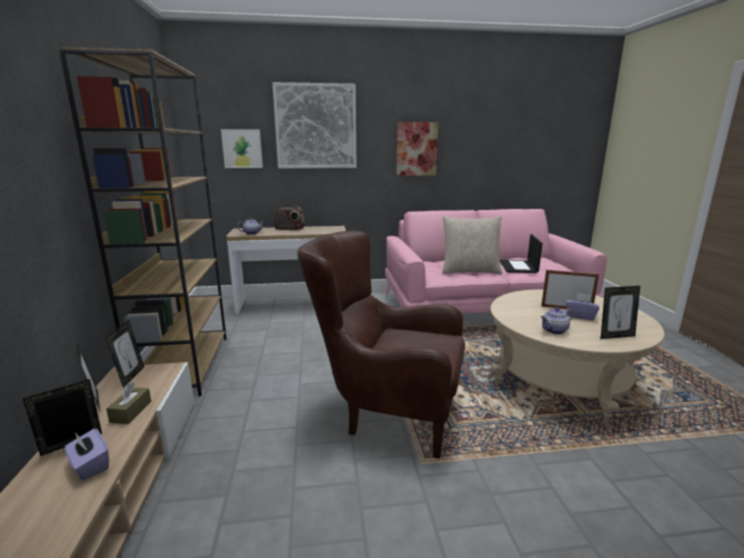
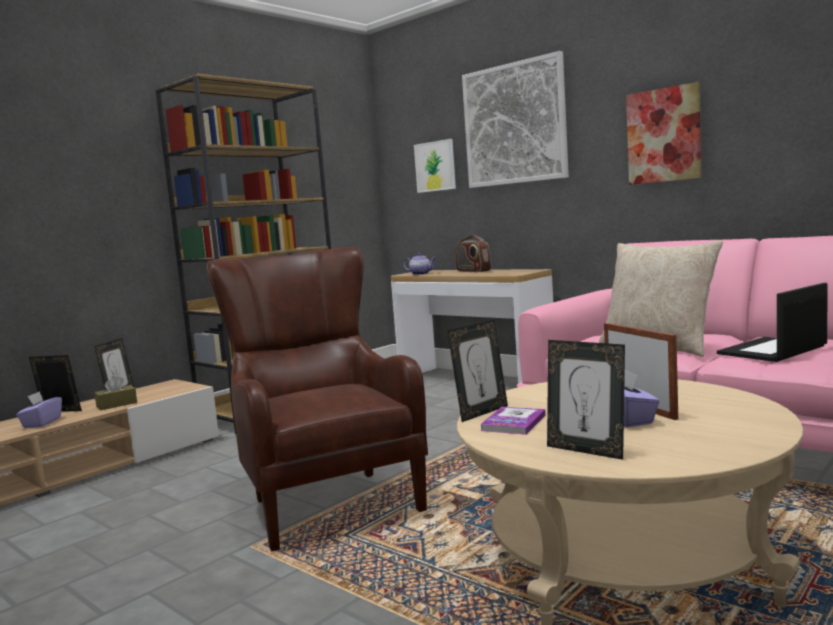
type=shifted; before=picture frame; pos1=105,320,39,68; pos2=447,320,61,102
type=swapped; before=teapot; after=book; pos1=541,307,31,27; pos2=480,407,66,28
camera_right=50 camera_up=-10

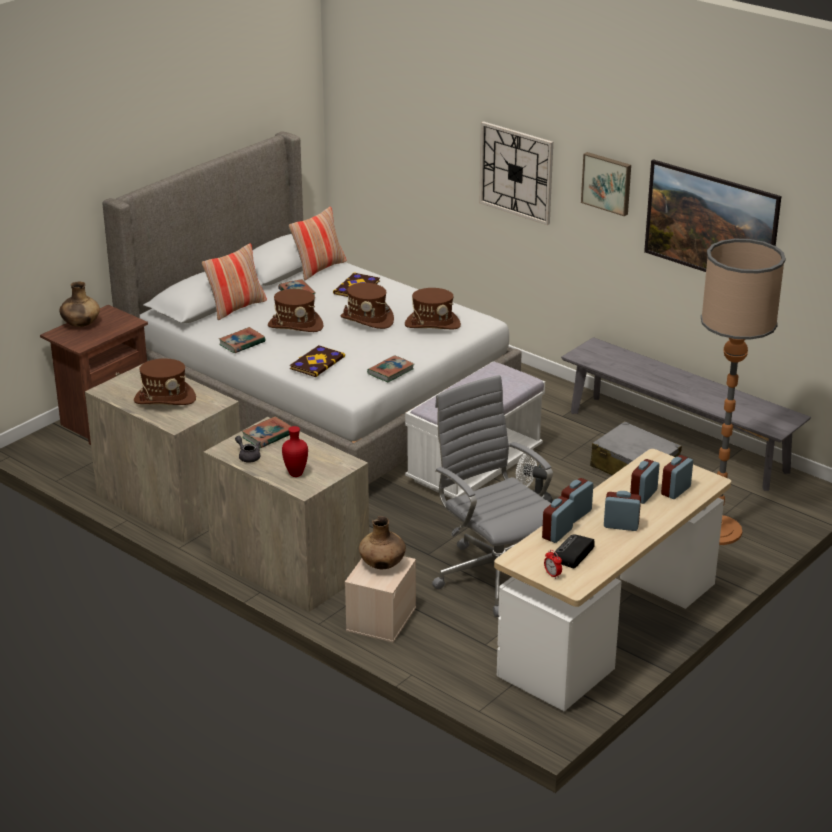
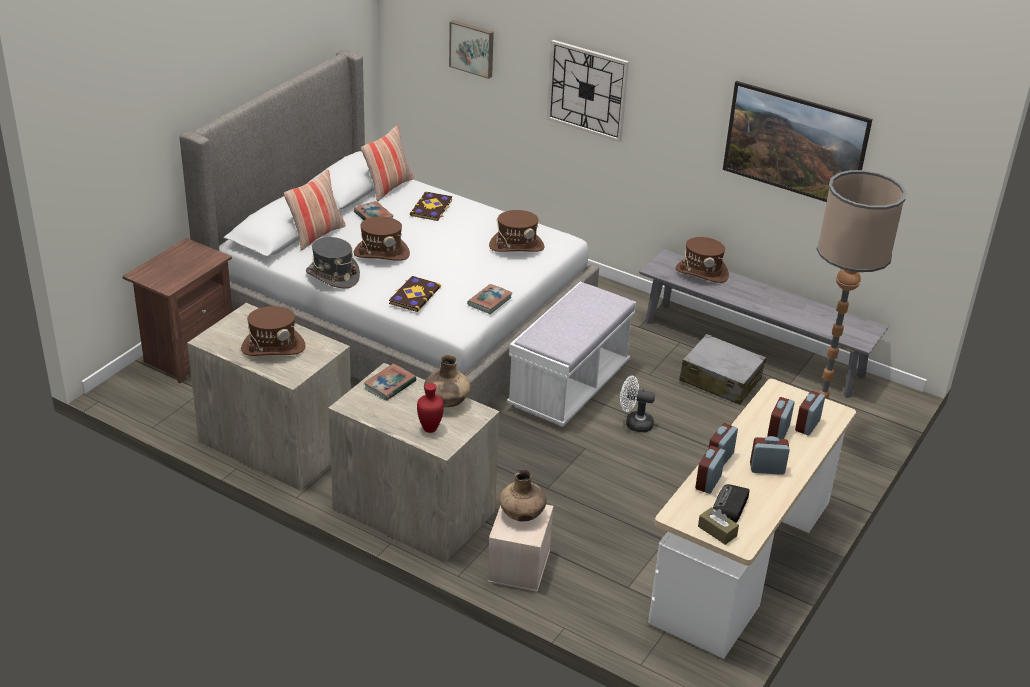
type=gone; before=teapot in grey; pos1=235,436,25,27
type=gone; before=office chair in grey; pos1=432,375,121,242
type=shifted; before=vase in brown; pos1=59,282,41,45; pos2=424,355,47,52
type=shifted; before=hat in brown; pos1=341,283,53,46; pos2=676,237,53,46
type=shifted; before=picture; pos1=581,152,50,64; pos2=449,20,45,59
type=swapped; before=book; after=hat in grey; pos1=219,327,47,26; pos2=306,237,54,51
type=swapped; before=alarm clock; after=tissue box in brown; pos1=544,550,18,29; pos2=698,507,41,38
camera_right=-10 camera_up=5

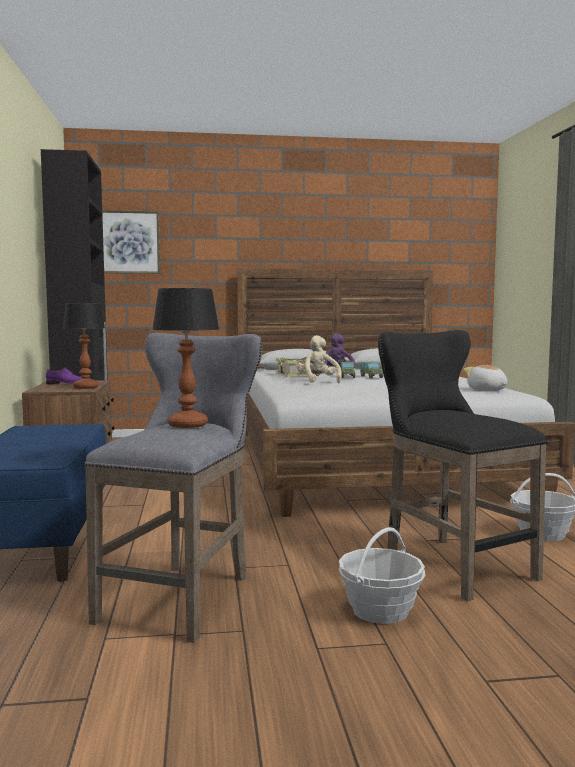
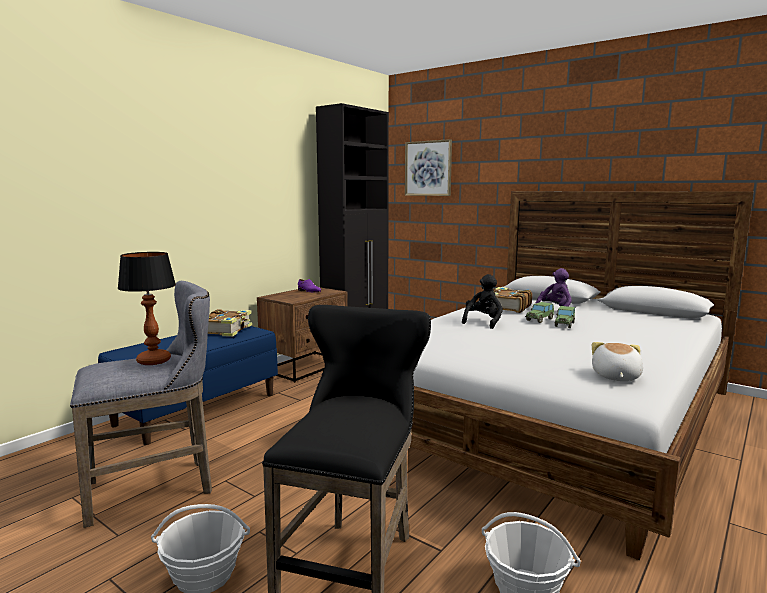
type=gone; before=table lamp; pos1=62,303,43,86
type=new; after=book; pos2=208,309,44,28
type=repainted; before=plush toy in beige; after=plush toy in black; pos1=297,335,45,48; pos2=462,274,41,55
camera_right=45 camera_up=5

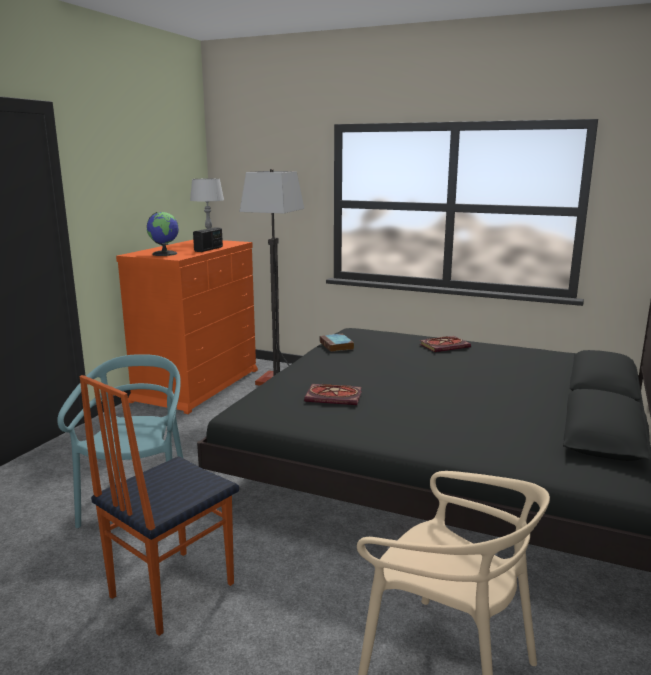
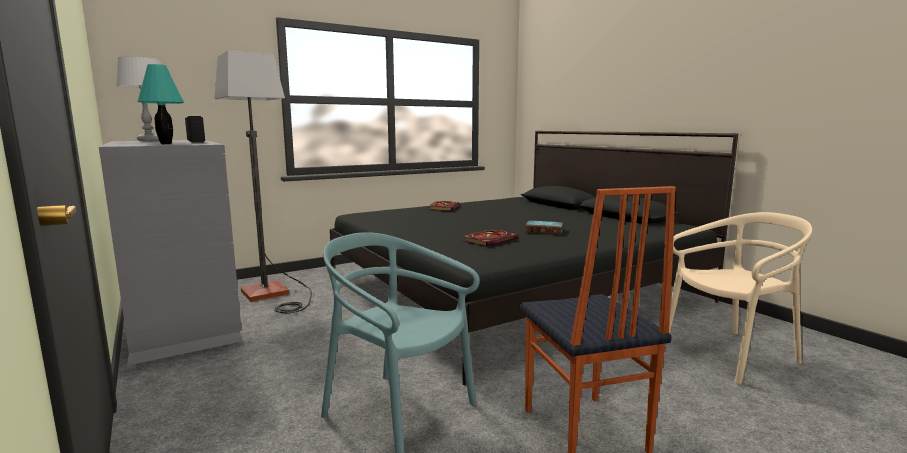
type=shifted; before=book; pos1=319,334,35,18; pos2=525,220,38,15
type=swapped; before=globe; after=table lamp in turquoise; pos1=147,212,32,44; pos2=137,64,47,80
type=repainted; before=dresser in orange; after=dresser in grey; pos1=116,240,142,174; pos2=99,140,144,230
camera_right=-55 camera_up=-5

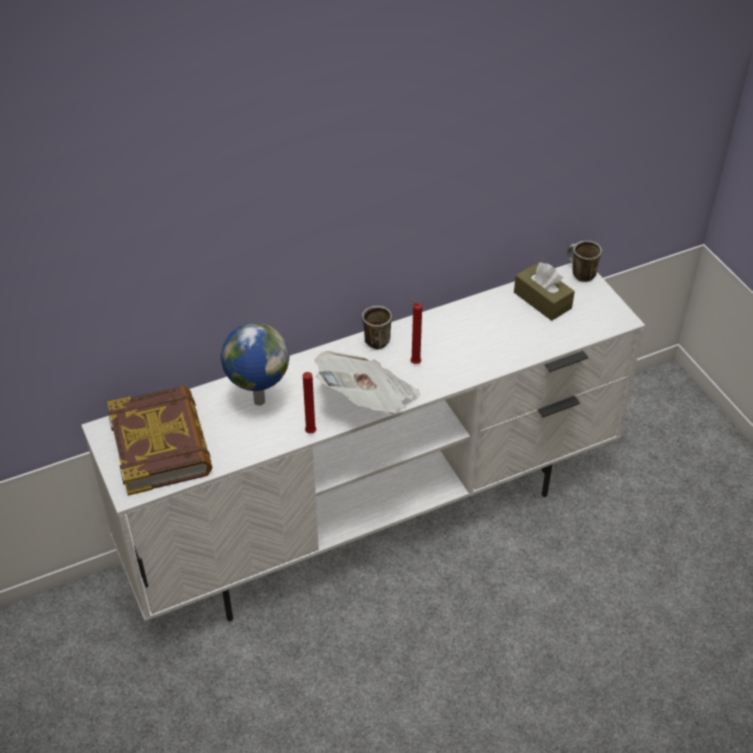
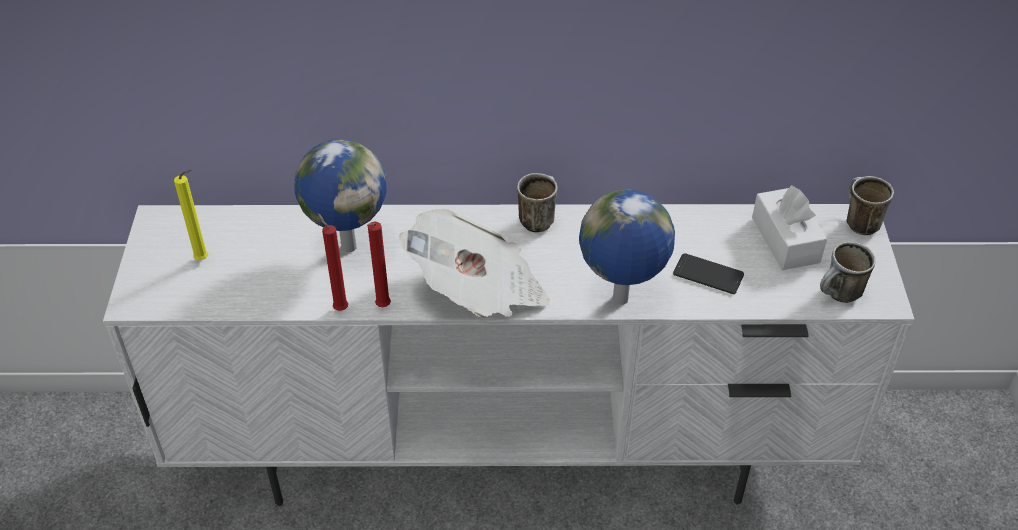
type=new; after=globe; pos2=579,189,96,116
type=new; after=phone; pos2=673,253,71,41
type=new; after=mug; pos2=820,241,56,62
type=shifted; before=candle in red; pos1=408,297,14,67; pos2=318,213,30,98
type=swapped; before=book; after=candle in yellow; pos1=107,386,105,110; pos2=174,170,34,90
type=repainted; before=tissue box in brown; after=tissue box in white; pos1=514,262,61,59; pos2=752,184,75,86
camera_right=25 camera_up=0

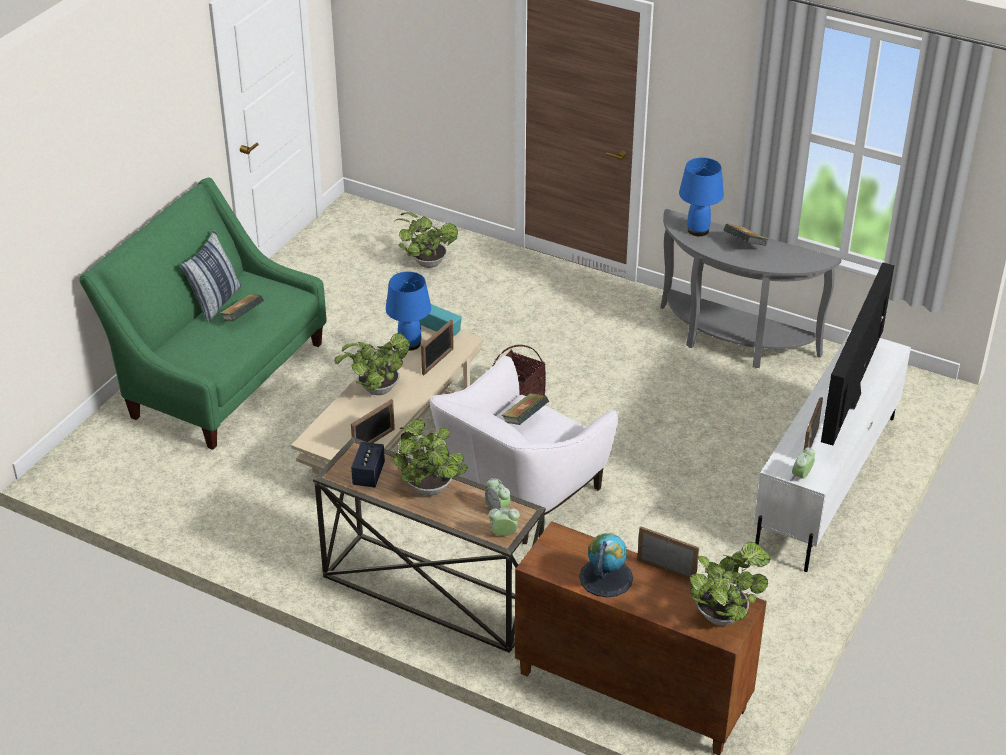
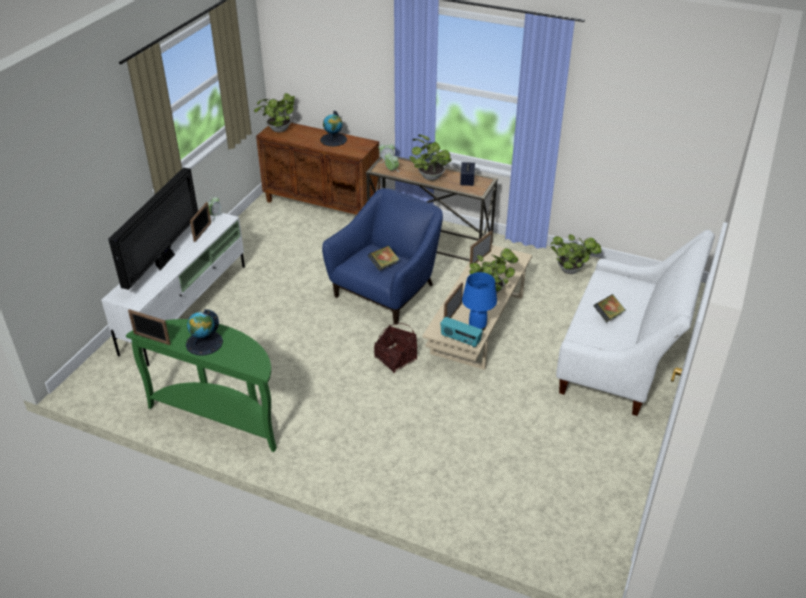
type=gone; before=pillow; pos1=180,230,62,92
type=gone; before=table lamp in blue; pos1=679,158,45,78
type=shifted; before=potted plant; pos1=395,212,63,56; pos2=550,234,52,40
type=shifted; before=picture frame; pos1=637,526,62,54; pos2=128,309,42,36
type=swapped; before=book; after=globe; pos1=724,224,45,22; pos2=186,309,37,46
type=repainted; before=sofa in green; after=sofa in white; pos1=79,177,247,273; pos2=556,230,159,186
type=repainted; before=armchair in white; after=armchair in blue; pos1=430,356,189,188; pos2=322,188,121,136
type=repainted; before=console table in grey; after=console table in green; pos1=660,209,182,159; pos2=126,319,151,133
camera_right=175 camera_up=0

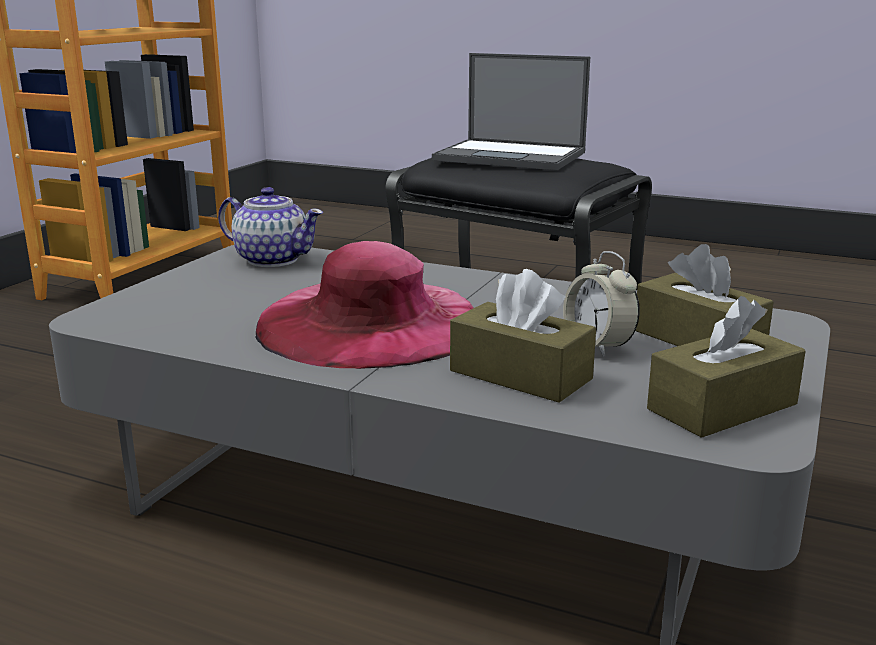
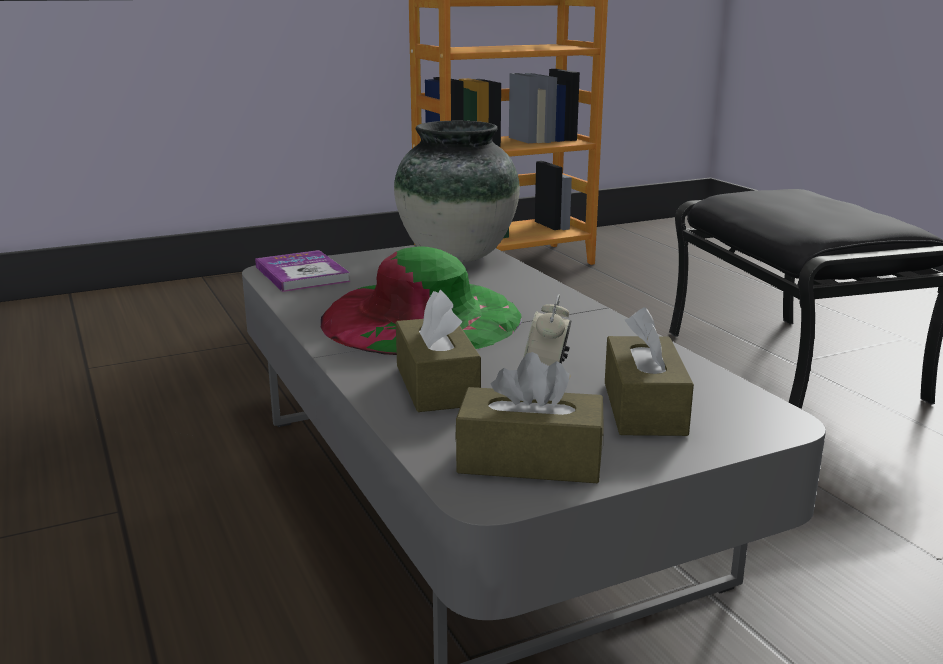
type=gone; before=laptop; pos1=432,53,158,117
type=new; after=book; pos2=255,250,95,42
type=swapped; before=teapot; after=vase; pos1=218,187,105,80; pos2=394,121,126,142
type=repainted; before=hat in pink; after=hat in green; pos1=255,241,219,128; pos2=321,247,201,108
camera_right=40 camera_up=0

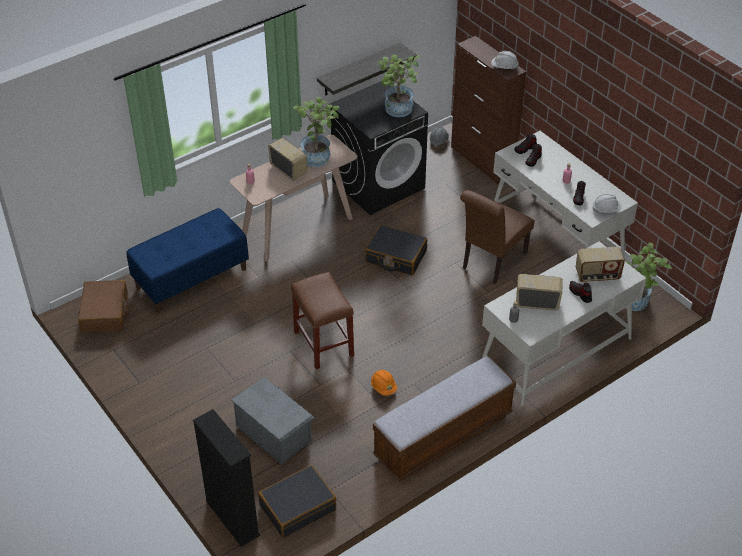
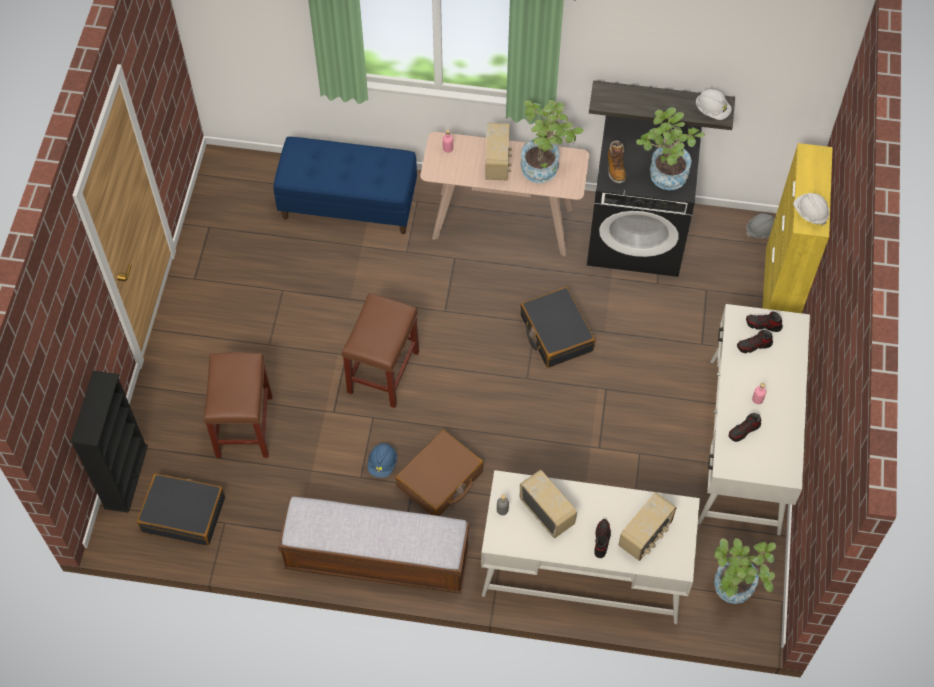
type=gone; before=chair in brown; pos1=460,190,74,94
type=new; after=boot; pos2=608,140,18,43
type=shifted; before=suitcase in brown; pos1=78,280,51,52; pos2=395,430,88,86
type=shifted; before=hard hat in white; pos1=592,193,30,20; pos2=696,89,36,31
type=swapped; before=storage box in grey; after=stool in brown; pos1=231,377,83,88; pos2=204,352,69,106
type=repainted; before=hard hat in orange; after=hard hat in blue; pos1=371,369,26,27; pos2=368,443,29,35
type=repainted; before=cabinet in brown; after=cabinet in yellow; pos1=451,36,75,148; pos2=762,143,71,170
type=rotated; before=radio; pos1=576,247,49,35; pos2=618,492,59,69; turn=-90
camera_right=45 camera_up=15

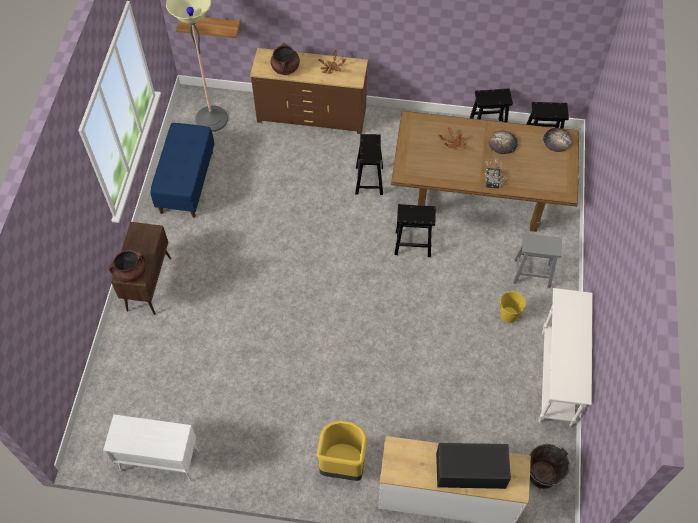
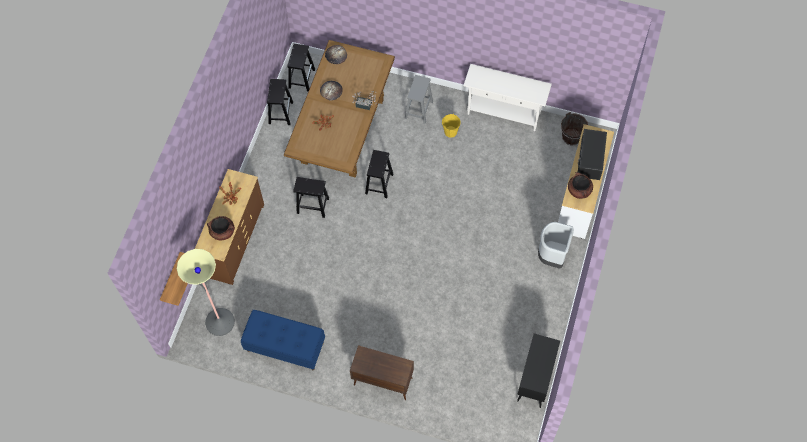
type=shifted; before=cooking pot in brown; pos1=109,250,36,33; pos2=568,172,25,27
type=repainted; before=cabinet in white; after=cabinet in black; pos1=103,415,96,66; pos2=517,334,43,74
type=repainted; before=trash can in yellow; after=trash can in grey; pos1=317,420,50,61; pos2=538,222,36,47
camera_right=-80 camera_up=5

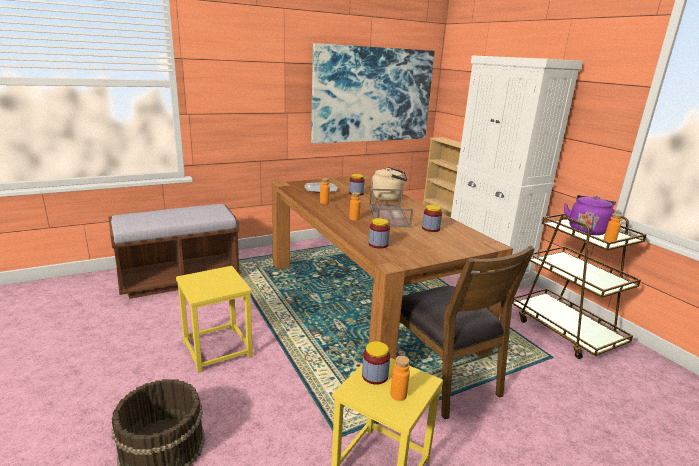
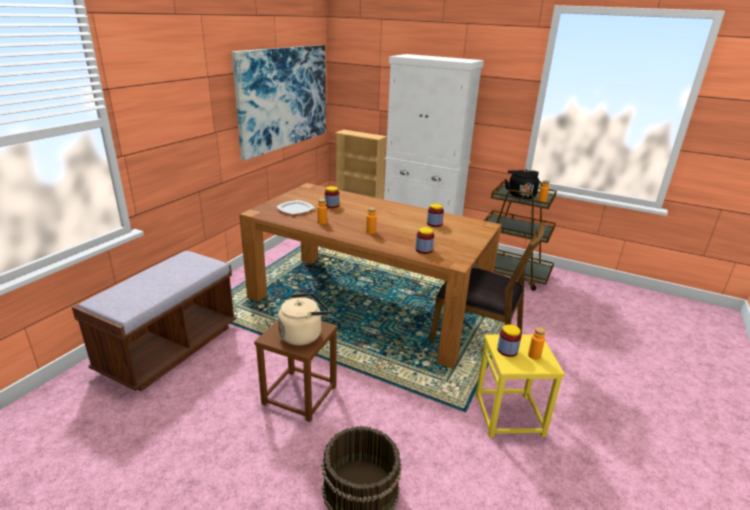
type=gone; before=tray in brown; pos1=369,189,44,39
type=shifted; before=kettle in beige; pos1=371,167,36,34; pos2=278,293,51,53
type=repainted; before=stool in yellow; after=stool in brown; pos1=176,266,77,107; pos2=254,320,84,102
type=repainted; before=kettle in purple; after=kettle in black; pos1=564,195,52,40; pos2=505,170,34,29
camera_right=-35 camera_up=5

